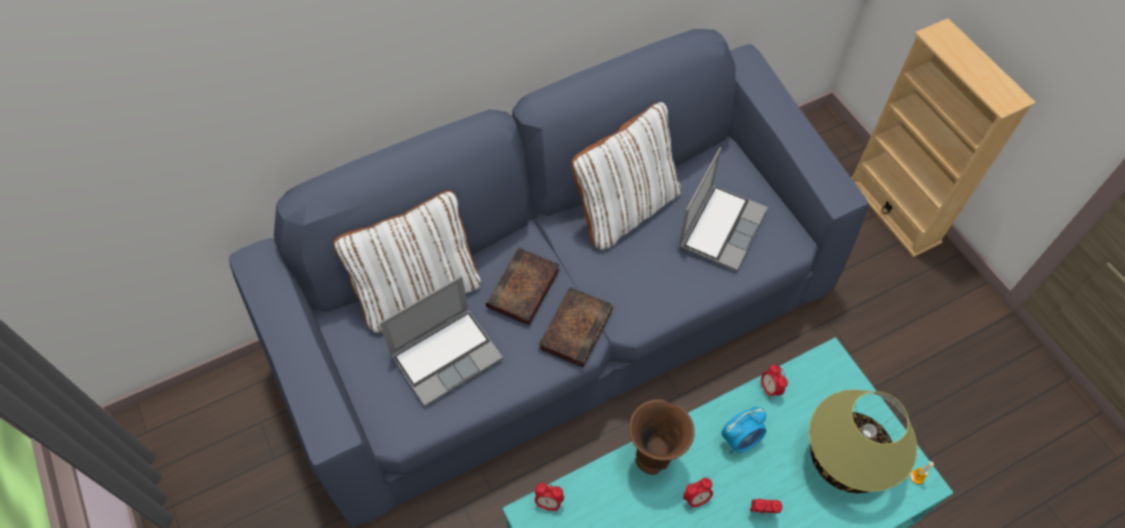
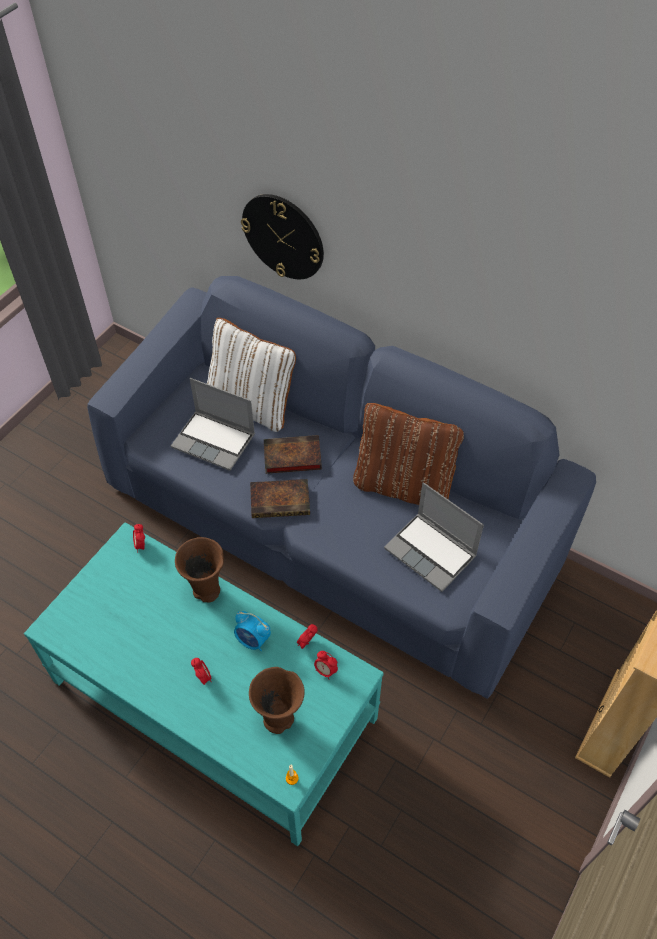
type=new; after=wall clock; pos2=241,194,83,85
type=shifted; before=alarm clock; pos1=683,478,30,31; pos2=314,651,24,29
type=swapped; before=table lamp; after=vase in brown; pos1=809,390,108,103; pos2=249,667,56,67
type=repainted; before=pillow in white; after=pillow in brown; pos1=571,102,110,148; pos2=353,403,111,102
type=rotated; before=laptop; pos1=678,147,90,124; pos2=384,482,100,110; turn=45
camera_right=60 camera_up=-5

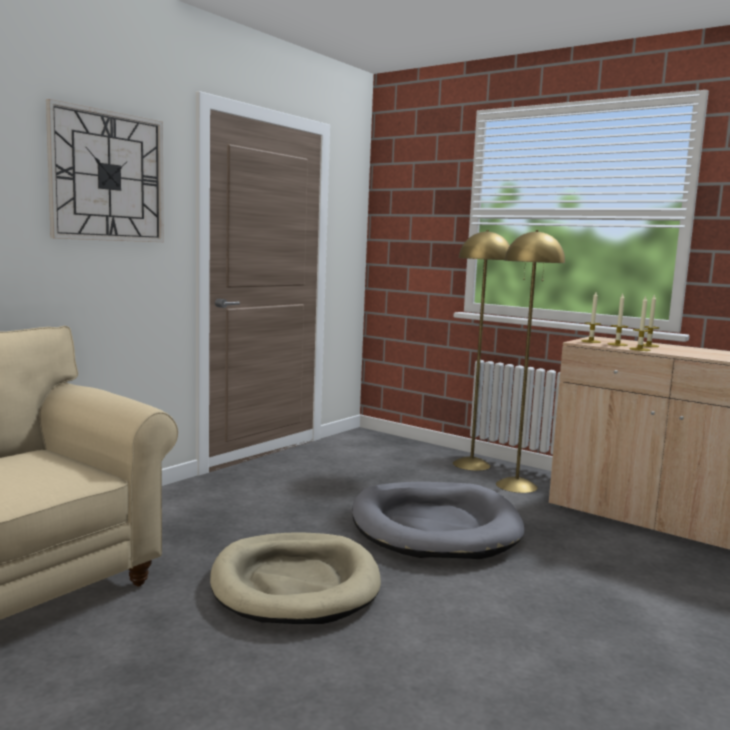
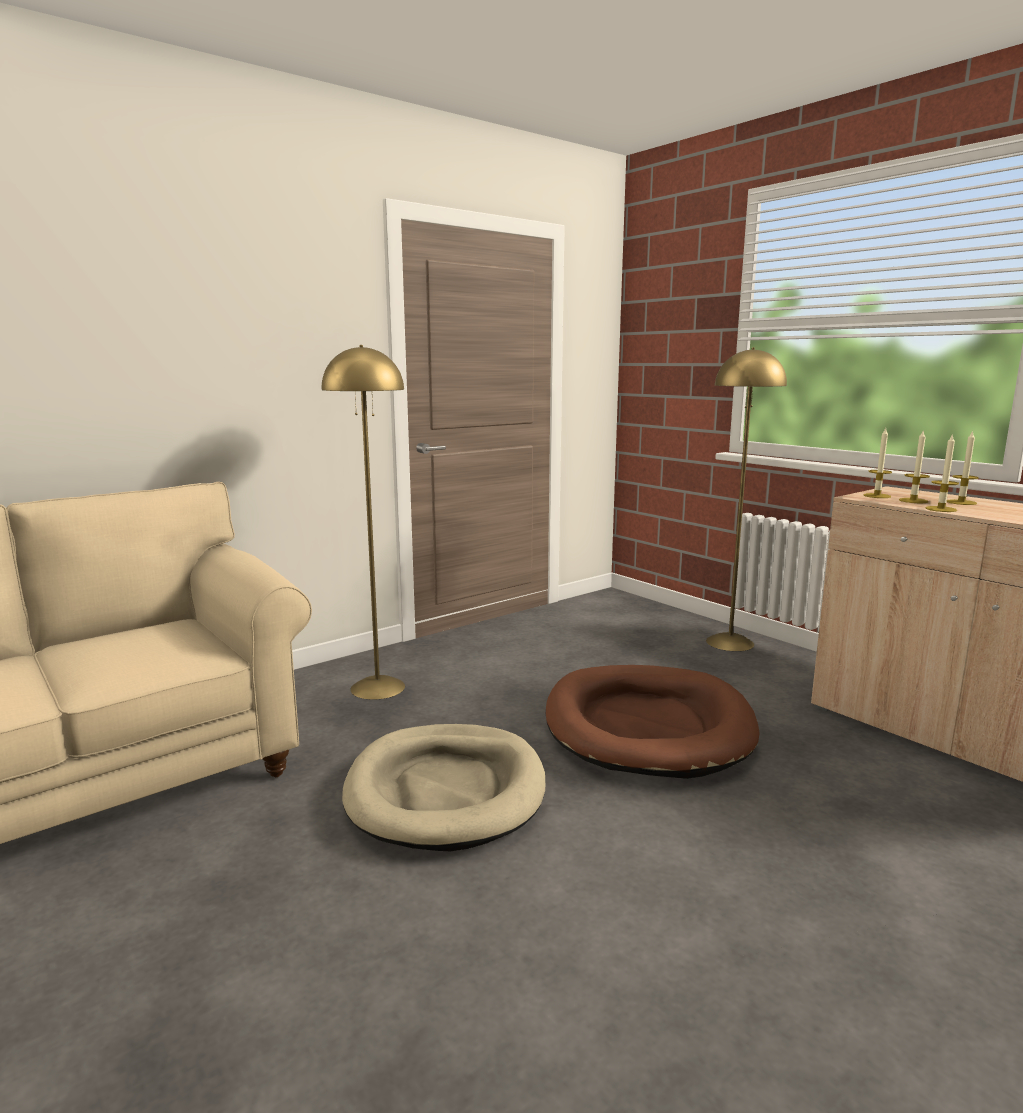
type=gone; before=wall clock; pos1=46,99,118,143
type=shifted; before=floor lamp in yellow; pos1=496,230,69,263; pos2=322,345,83,355
type=repainted; before=dog bed in grey; after=dog bed in brown; pos1=352,482,173,77; pos2=546,665,214,114
camera_right=15 camera_up=5

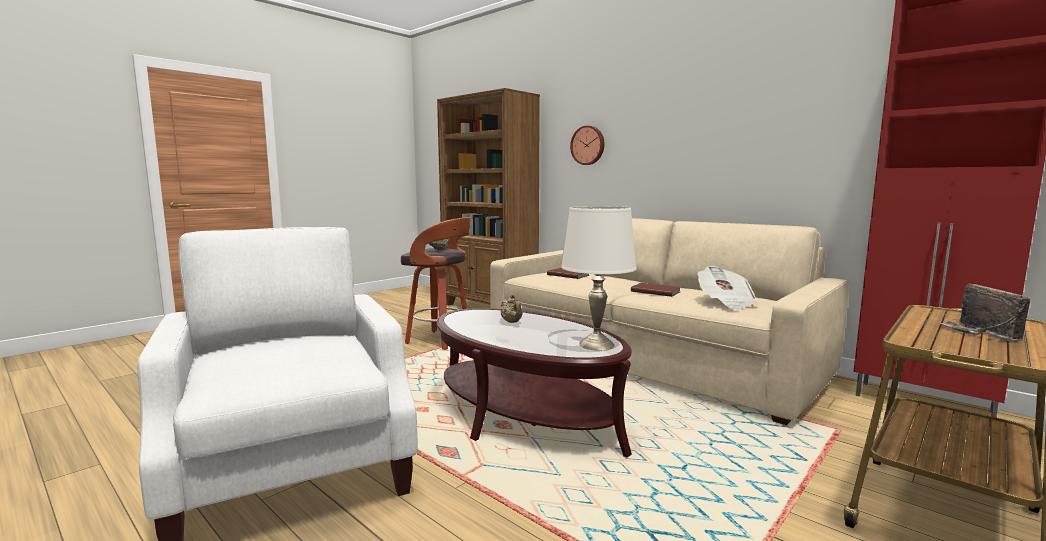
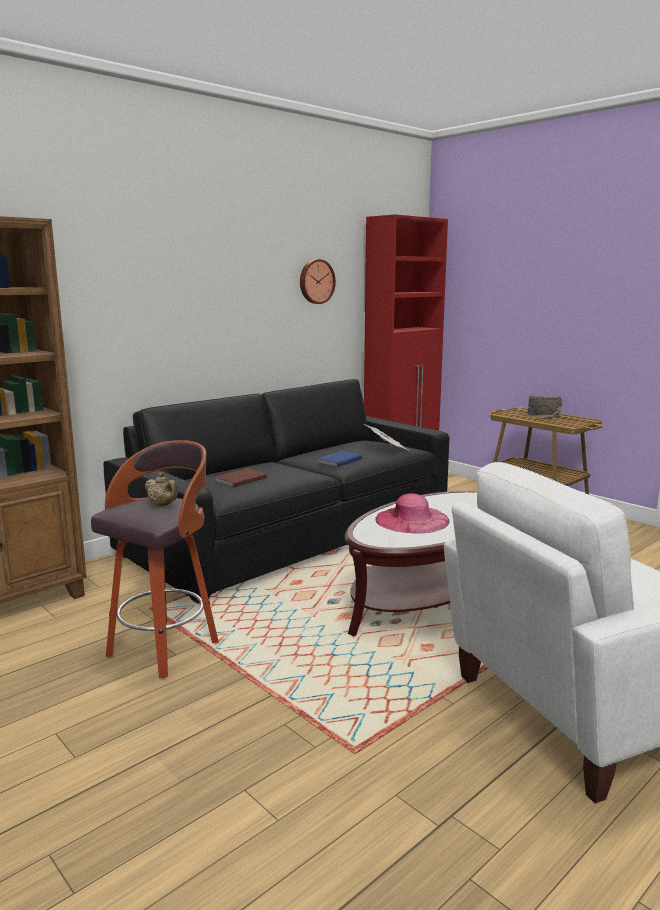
type=gone; before=table lamp in white; pos1=561,206,76,144
type=shifted; before=wall clock; pos1=570,126,34,39; pos2=300,259,36,45
type=swapped; before=teapot in beige; after=hat in pink; pos1=501,295,22,28; pos2=375,493,75,40
type=repainted; before=sofa in beige; after=sofa in black; pos1=490,218,359,207; pos2=104,379,345,225
type=repainted; before=book in brown; after=book in blue; pos1=631,283,50,14; pos2=317,451,45,16
camera_right=-85 camera_up=5

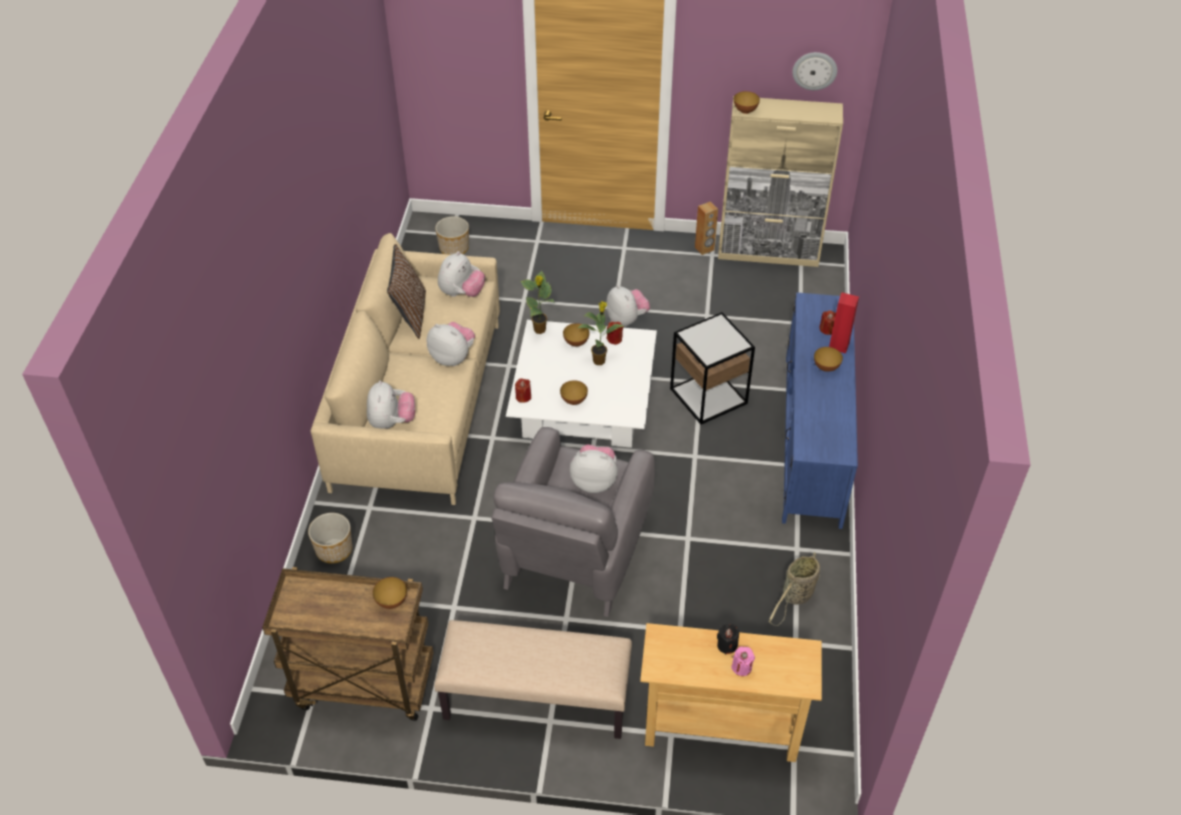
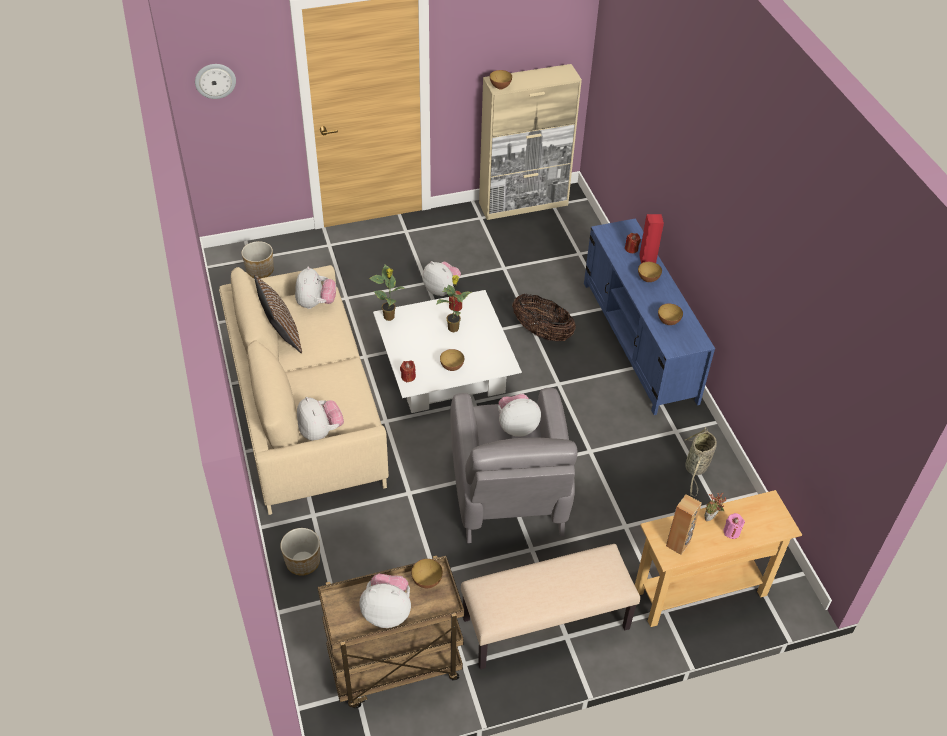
type=shifted; before=plush toy; pos1=427,322,48,44; pos2=359,574,52,54
type=shifted; before=bowl; pos1=563,323,26,24; pos2=658,304,25,21
type=shifted; before=speaker in brown; pos1=695,202,23,53; pos2=666,494,36,61
type=shifted; before=wall clock; pos1=792,52,45,38; pos2=195,64,41,35
type=swapped; before=side table; after=basket; pos1=670,312,85,112; pos2=512,294,64,47
type=swapped; before=candle in black; after=potted plant; pos1=717,624,22,31; pos2=705,492,22,29
camera_right=-25 camera_up=0

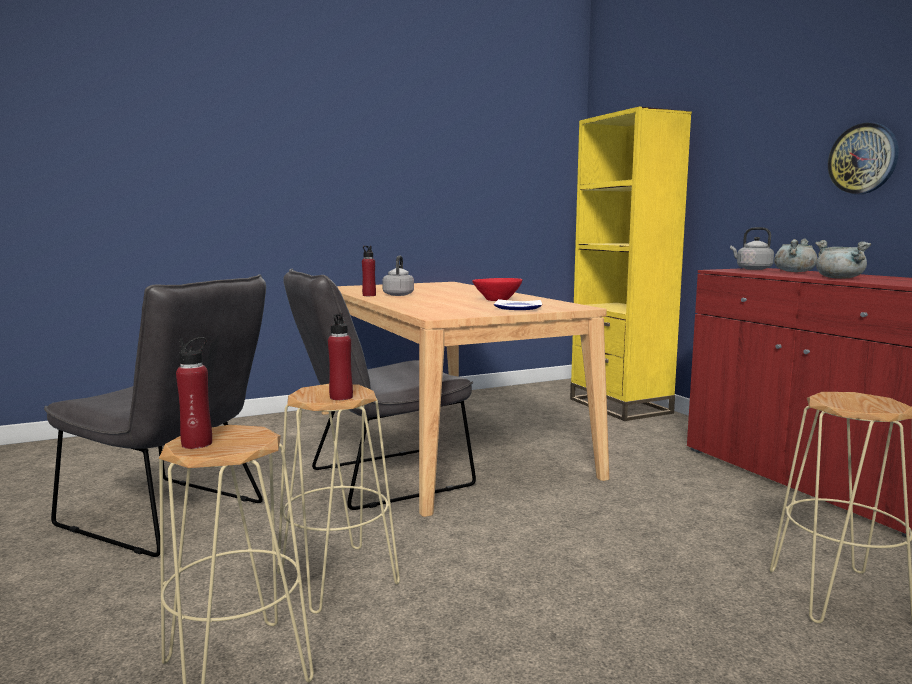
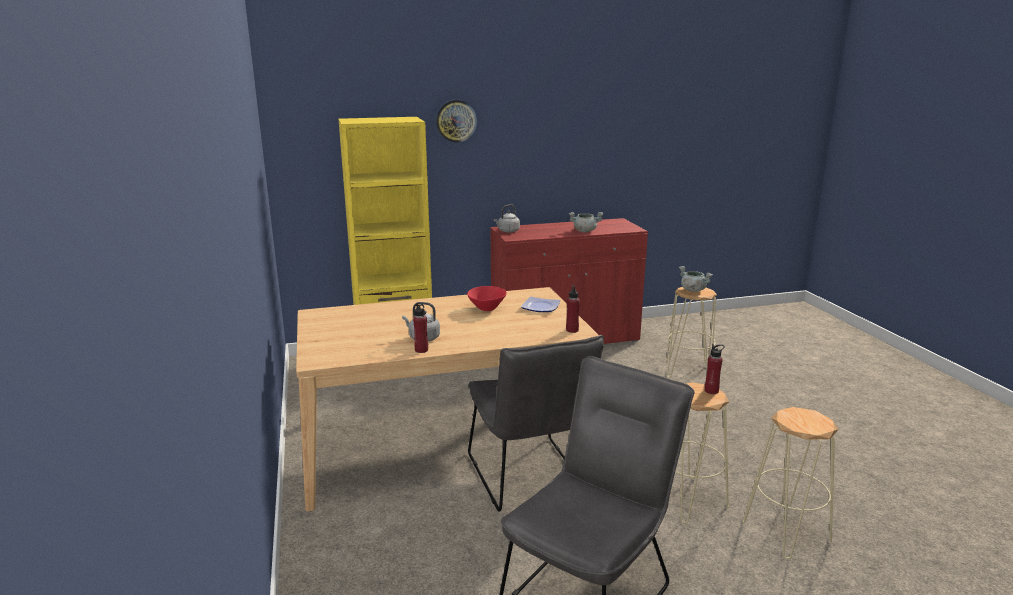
type=shifted; before=bottle in red; pos1=176,337,36,112; pos2=566,285,14,48
type=shifted; before=cooking pot in grey; pos1=774,239,44,33; pos2=679,266,34,26
type=shifted; before=wall clock; pos1=827,122,72,73; pos2=435,99,42,44
camera_right=-80 camera_up=10

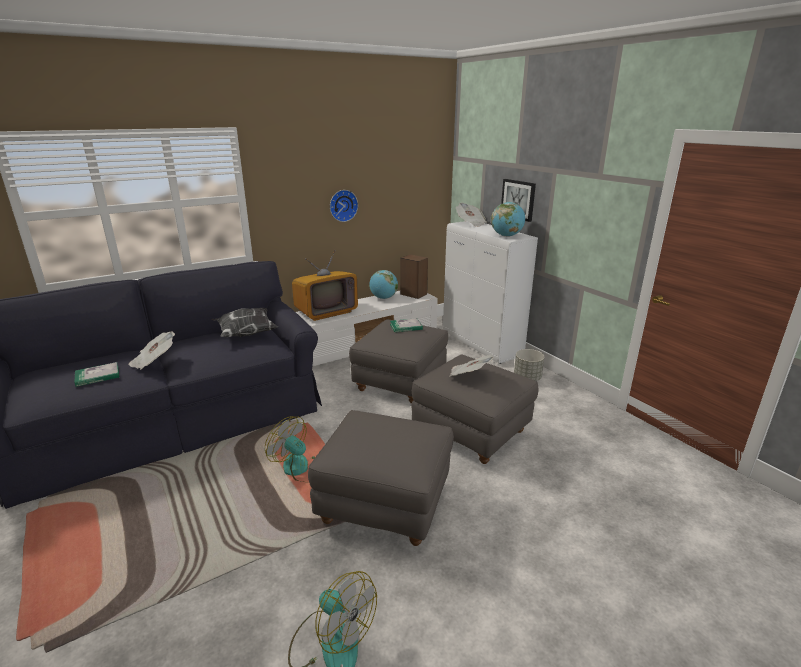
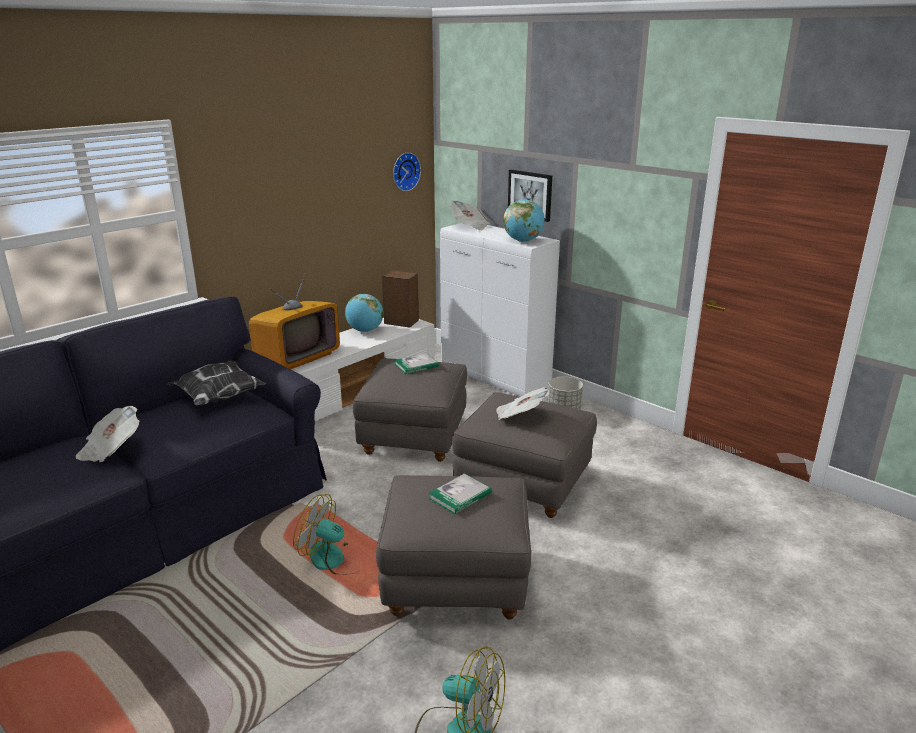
type=shifted; before=book; pos1=74,362,45,25; pos2=428,473,64,41
type=shifted; before=wall clock; pos1=330,190,28,32; pos2=393,152,28,39
camera_right=-15 camera_up=0

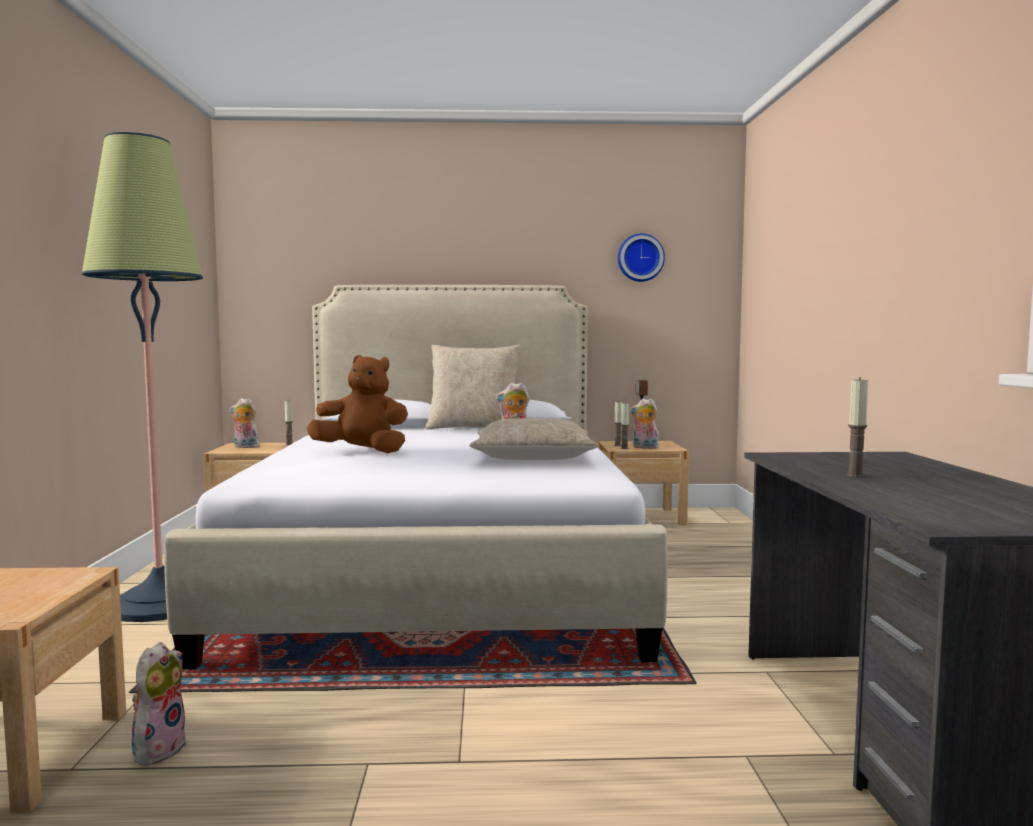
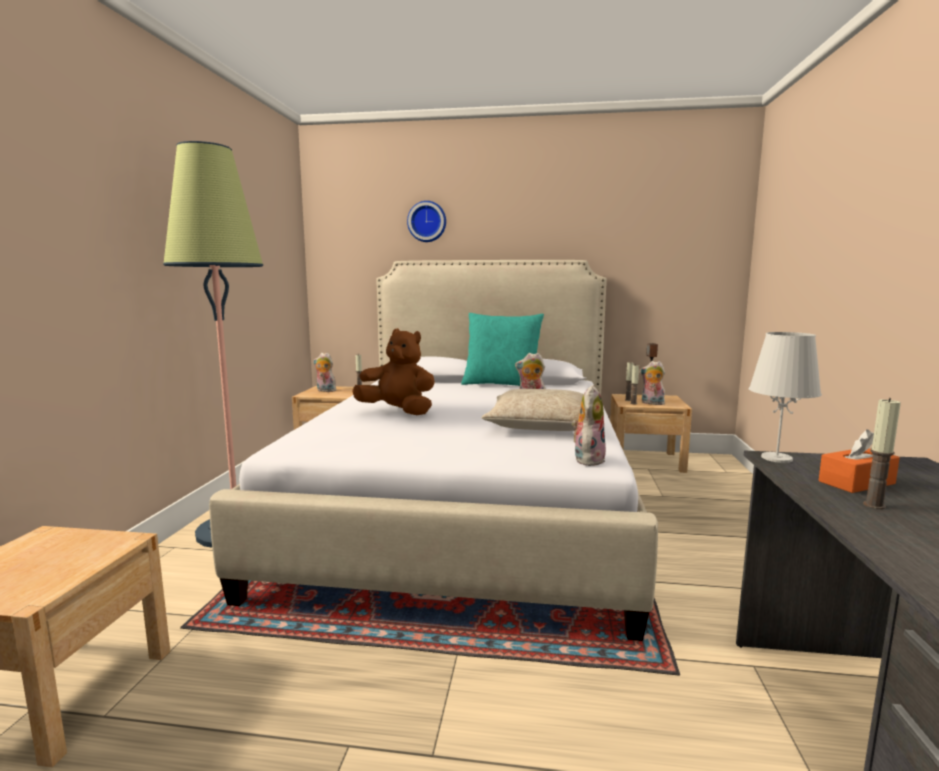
type=new; after=table lamp in white; pos2=749,332,73,131
type=new; after=tissue box in orange; pos2=819,429,81,64
type=shifted; before=plush toy; pos1=132,642,55,124; pos2=572,385,34,81
type=shifted; before=wall clock; pos1=618,234,47,48; pos2=407,201,39,41
type=repainted; before=pillow in beige; after=pillow in turquoise; pos1=425,345,96,84; pos2=461,313,83,73
camera_right=10 camera_up=5

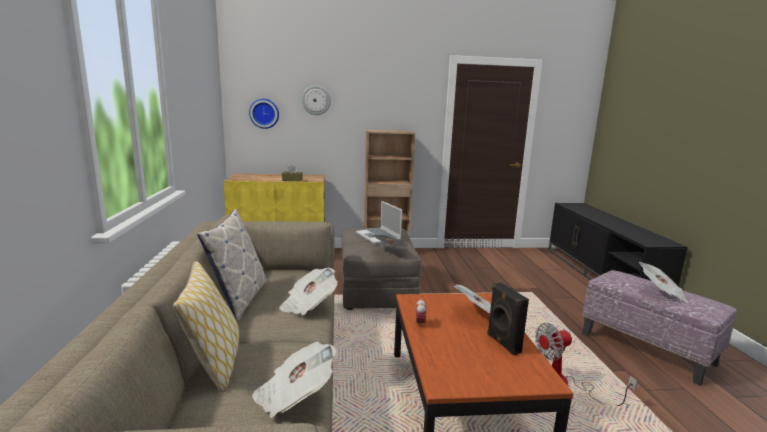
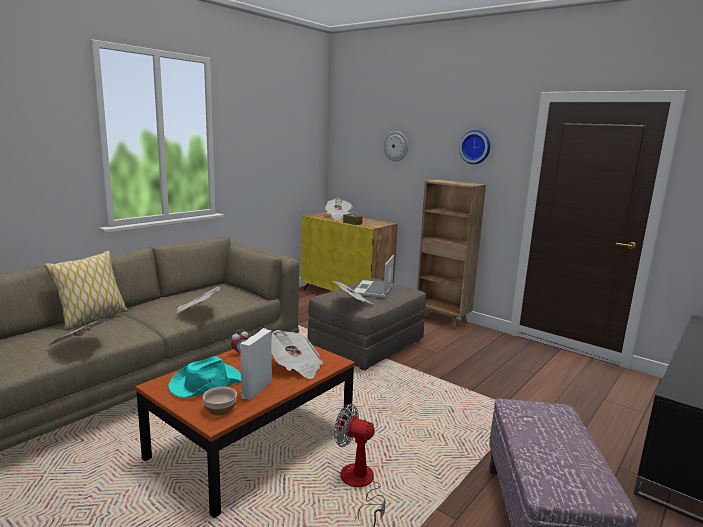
type=gone; before=pillow; pos1=197,209,70,113
type=new; after=hat in turquoise; pos2=168,356,73,42
type=new; after=bowl; pos2=203,387,34,29
type=shifted; before=wall clock; pos1=249,99,30,30; pos2=459,130,31,34
type=shifted; before=newspaper; pos1=639,262,50,41; pos2=325,198,28,22
type=repainted; before=speaker in black; after=speaker in white; pos1=487,283,42,72; pos2=240,328,32,72
camera_right=45 camera_up=0

